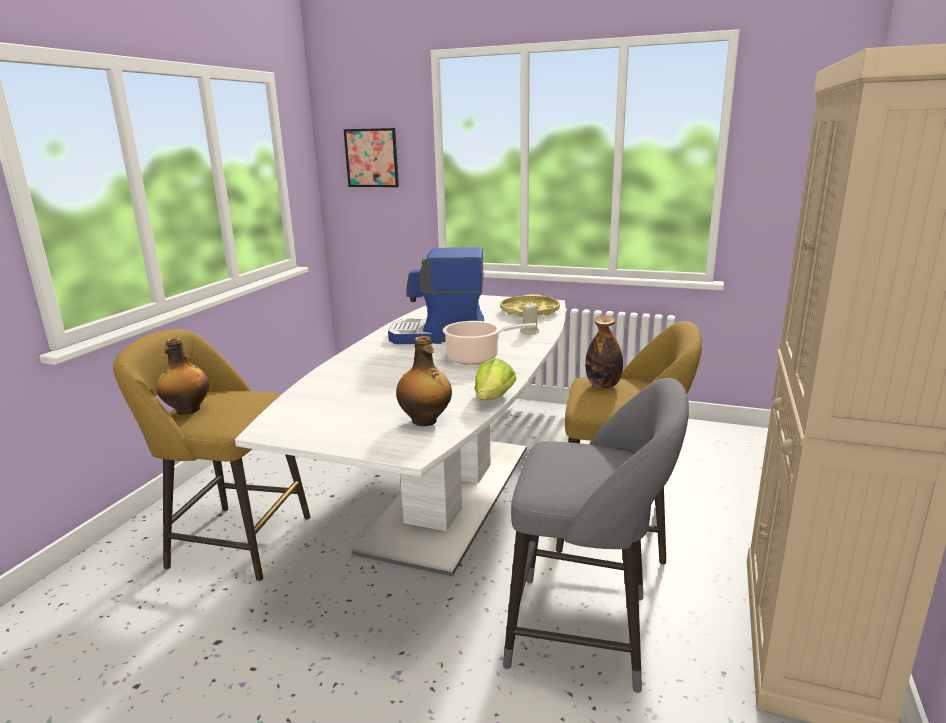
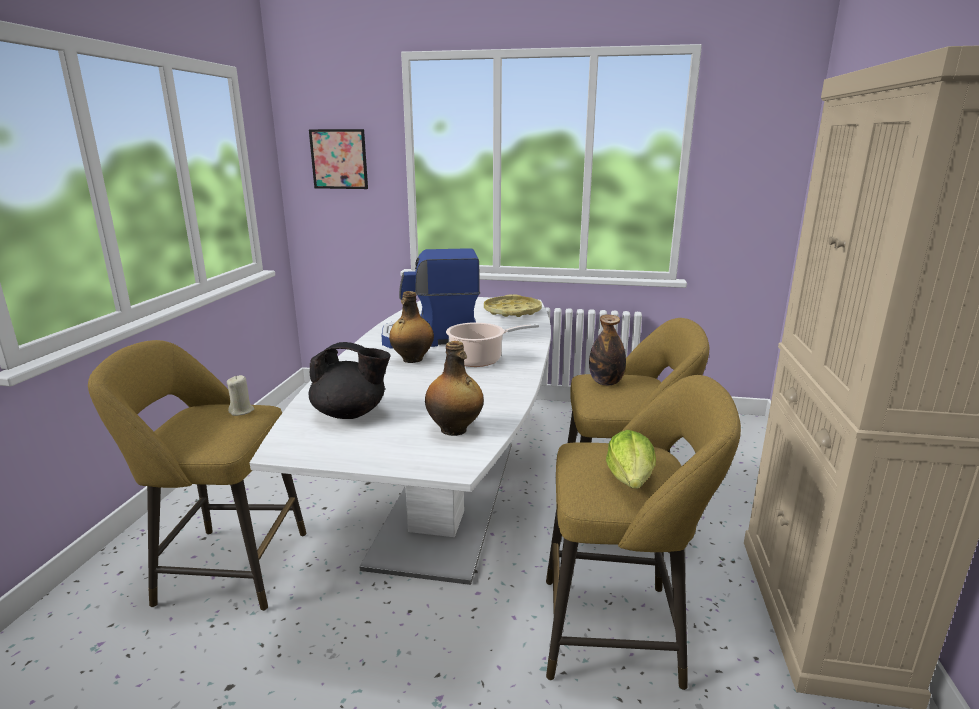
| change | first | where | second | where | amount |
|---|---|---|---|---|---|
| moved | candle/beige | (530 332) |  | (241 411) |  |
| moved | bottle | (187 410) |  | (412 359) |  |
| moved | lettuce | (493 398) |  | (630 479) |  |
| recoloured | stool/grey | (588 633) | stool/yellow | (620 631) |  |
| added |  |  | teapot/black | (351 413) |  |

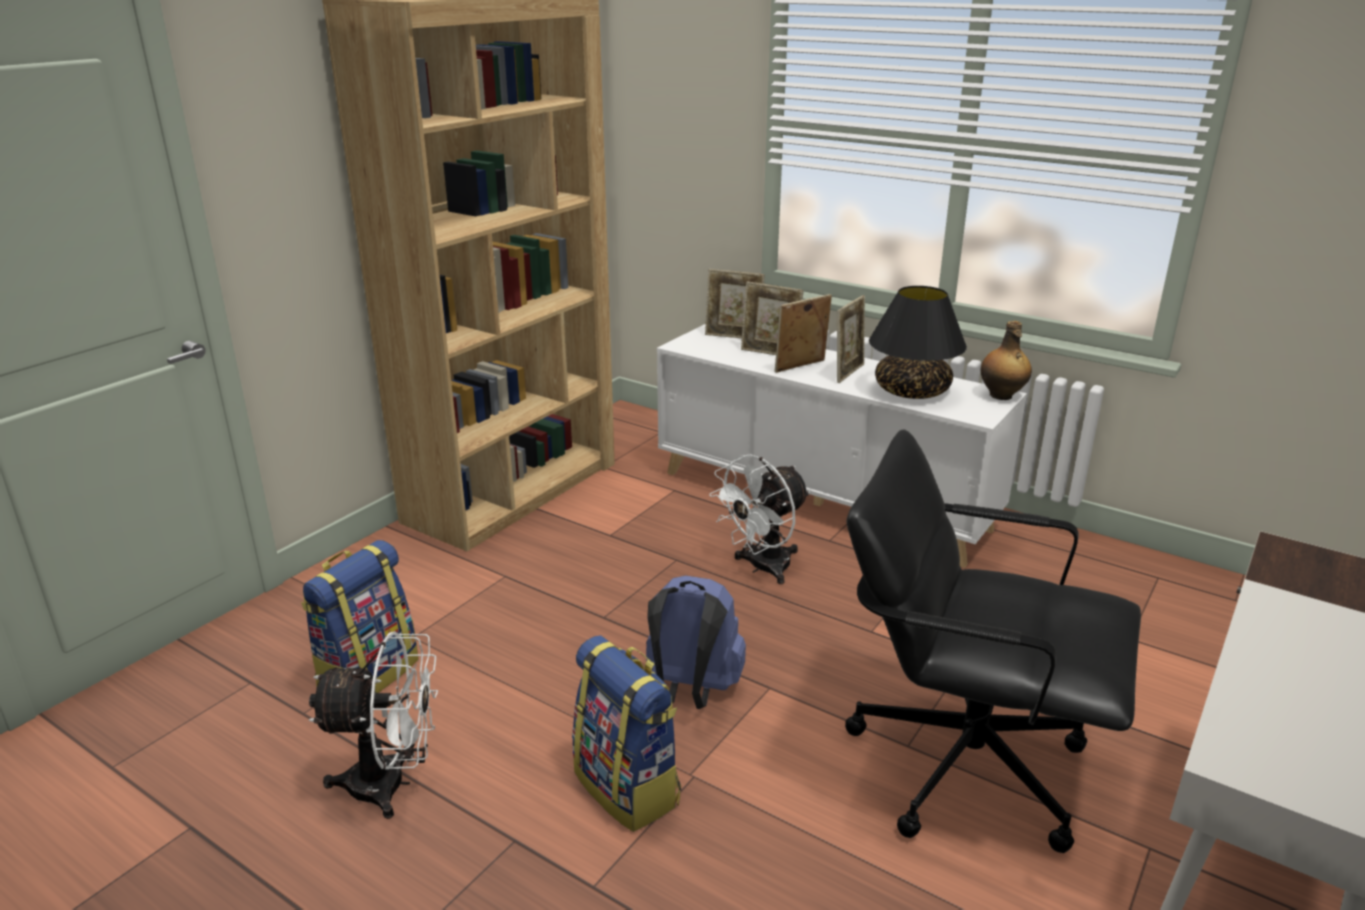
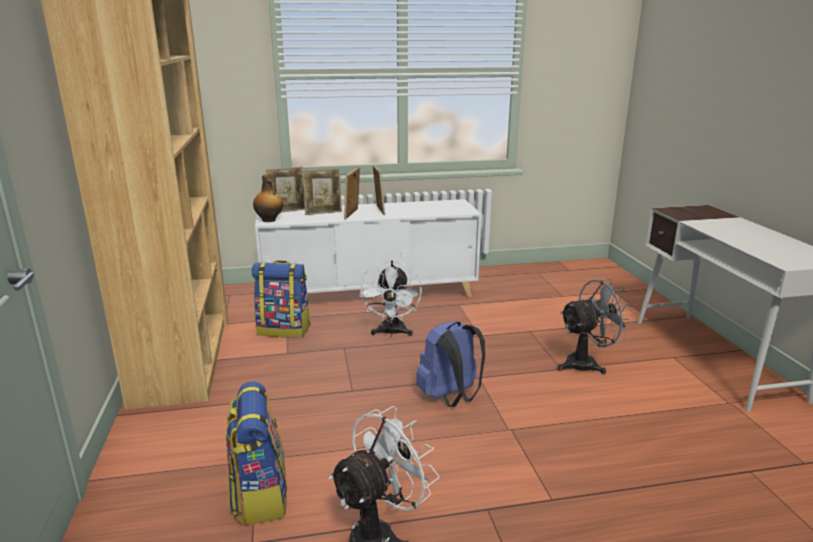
| change | first | where | second | where | amount |
|---|---|---|---|---|---|
| removed | table lamp/black | (911 391) |  |  |  |
| moved | bottle | (1001 396) |  | (269 220) |  |
| replaced | office chair/black | (964 763) | fan/grey | (587 363) |  |
| moved | backpack | (629 787) |  | (284 330) |  |

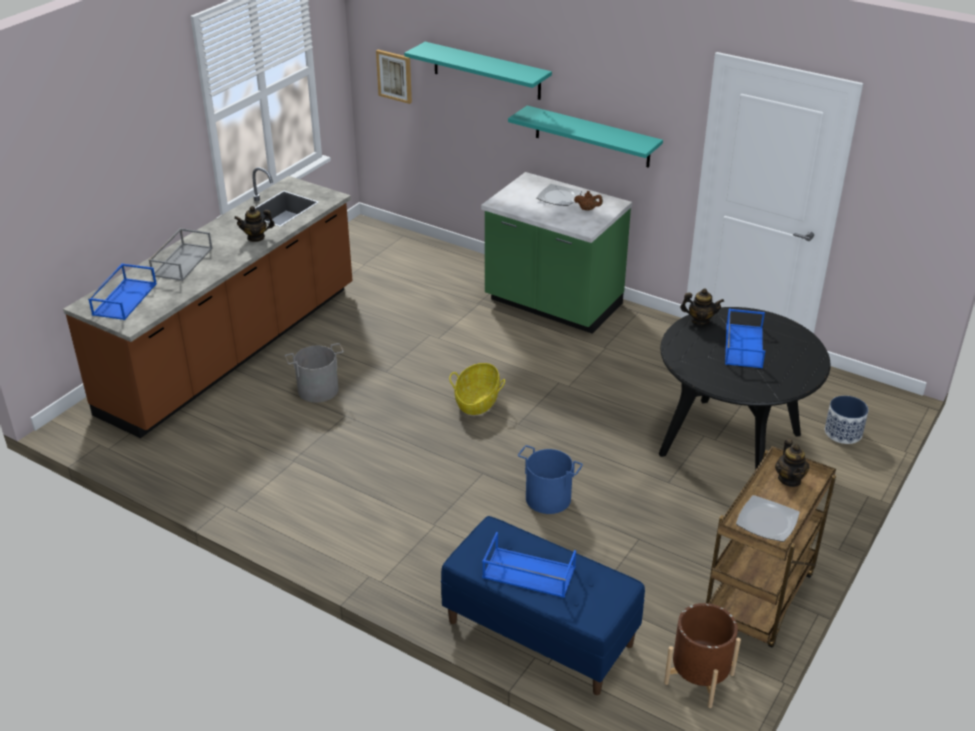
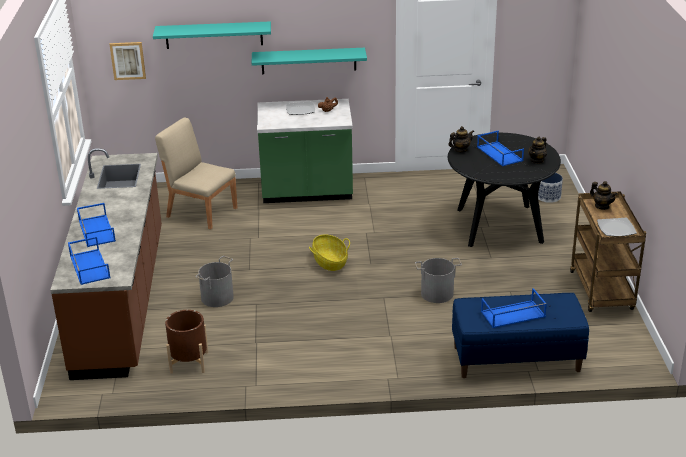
| change | first | where | second | where | amount |
|---|---|---|---|---|---|
| moved | teapot | (256 237) |  | (537 160) |  |
| recoloured | tray/grey | (182 261) | tray/blue | (96 230) |  |
| recoloured | bucket/blue | (548 498) | bucket/grey | (437 294) |  |
| moved | planter/brown | (699 678) |  | (189 362) |  |
| added |  |  | chair/beige | (201 212) |  |

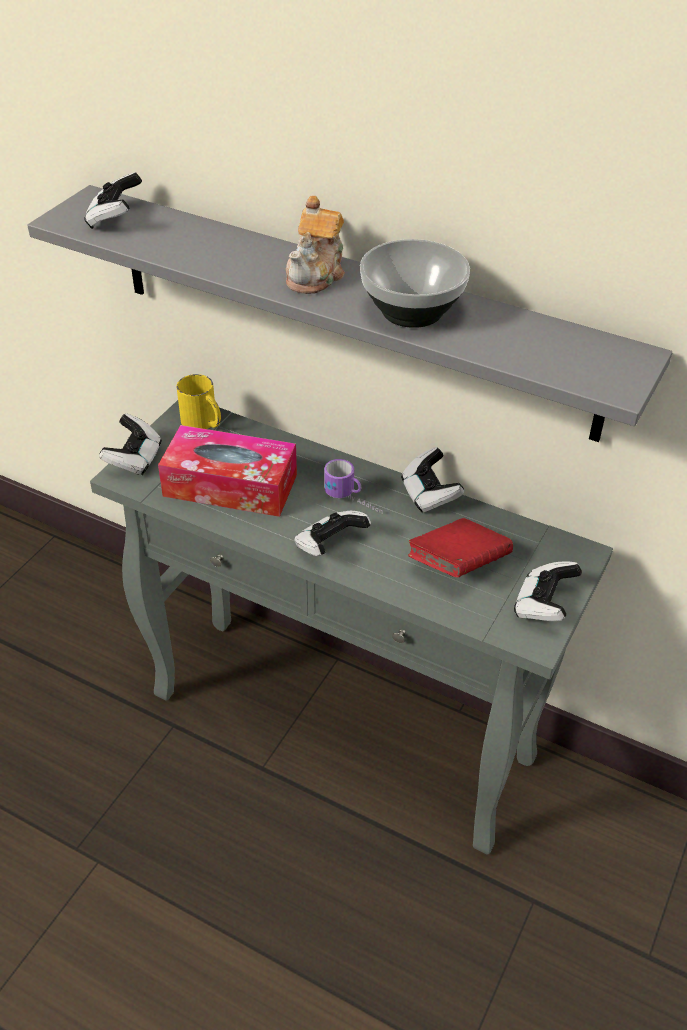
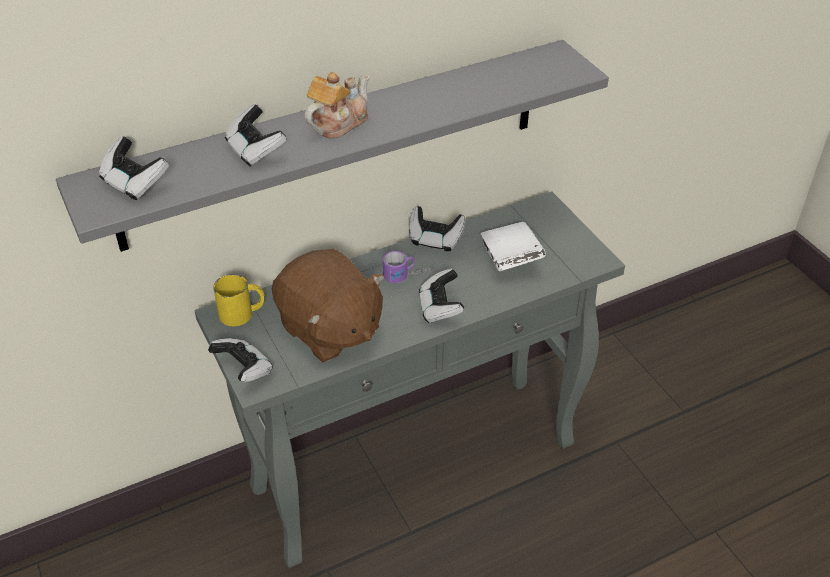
| change | first | where | second | where | amount |
|---|---|---|---|---|---|
| turned | teapot | (317 275) |  | (338 123) | 105 degrees counterclockwise |
| removed | bowl | (410 312) |  |  |  |
| replaced | tissue box | (230 485) | plush toy/brown | (329 330) |  |
| recoloured | book/red | (458 565) | book/white | (510 259) |  |
| moved | game controller | (544 605) |  | (255 150) |  |

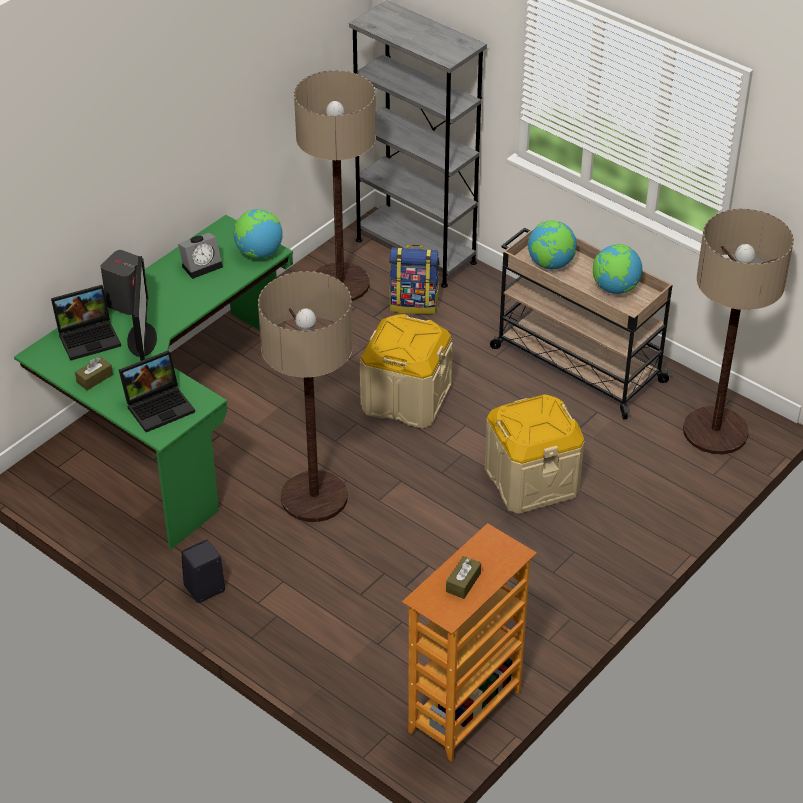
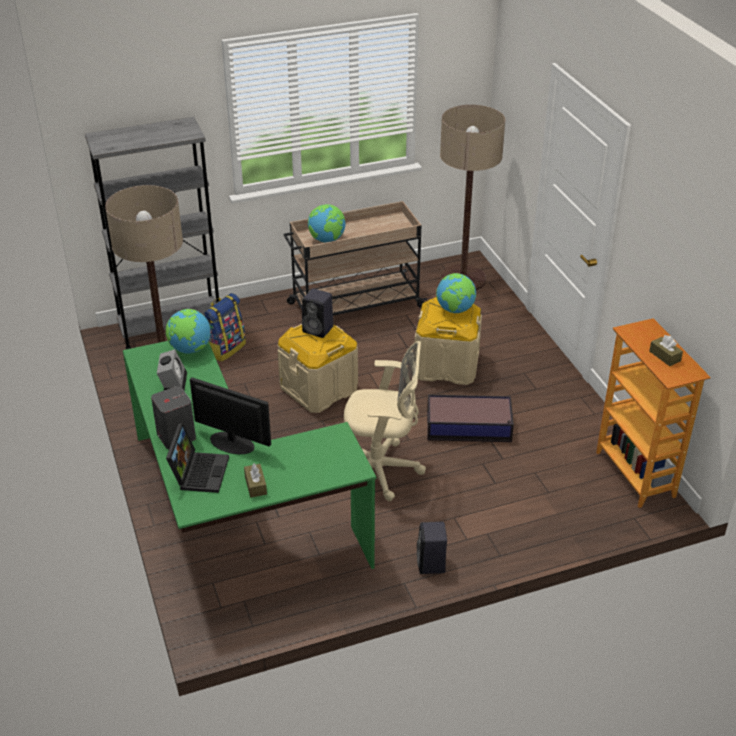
| change | first | where | second | where | amount |
|---|---|---|---|---|---|
| moved | globe | (615 288) |  | (455 310) |  |
| replaced | floor lamp | (314 497) | office chair/beige | (380 470) |  |
| removed | laptop | (160 405) |  |  |  |
| added |  |  | speaker/black | (319 329) |  |
| added |  |  | storage box | (470 427) |  |

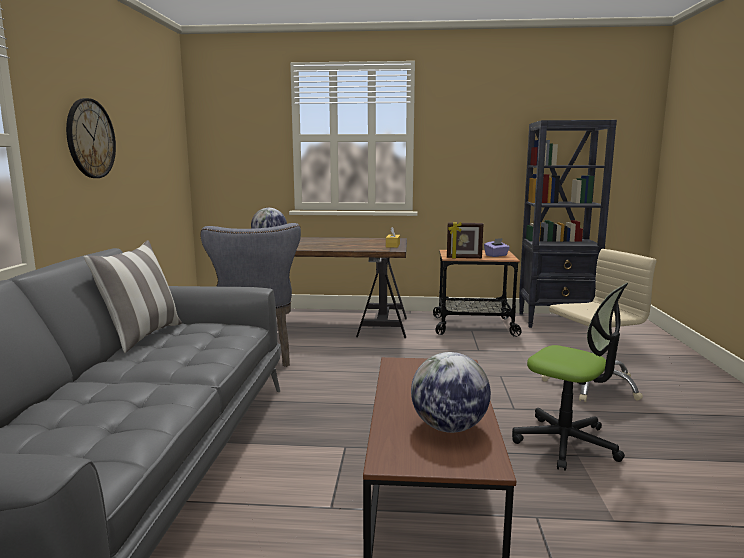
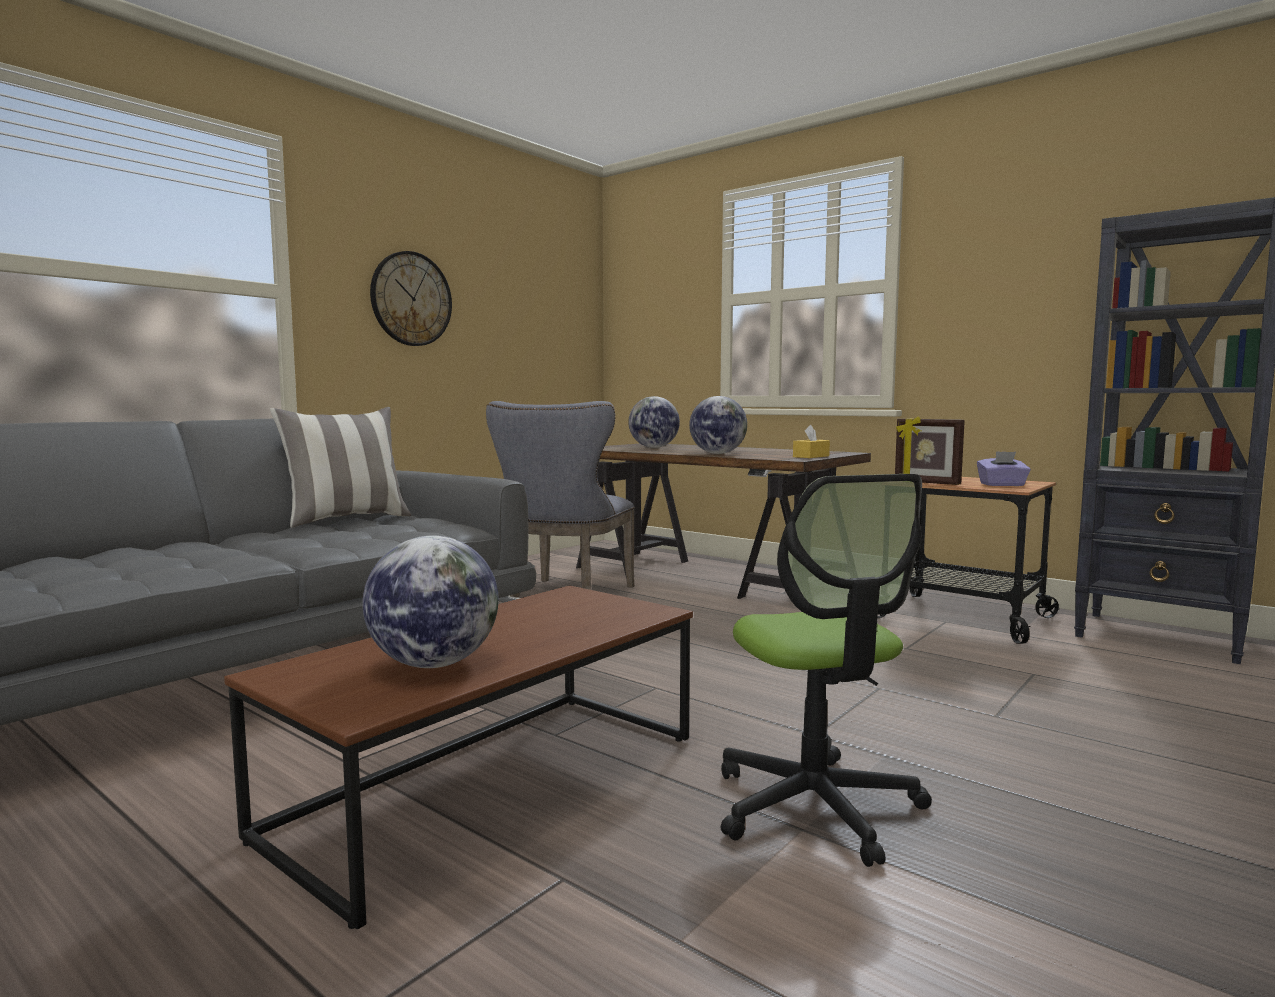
| change | first | where | second | where | amount |
|---|---|---|---|---|---|
| removed | office chair/beige | (592 384) |  |  |  |
| added |  |  | globe | (717 453) |  |

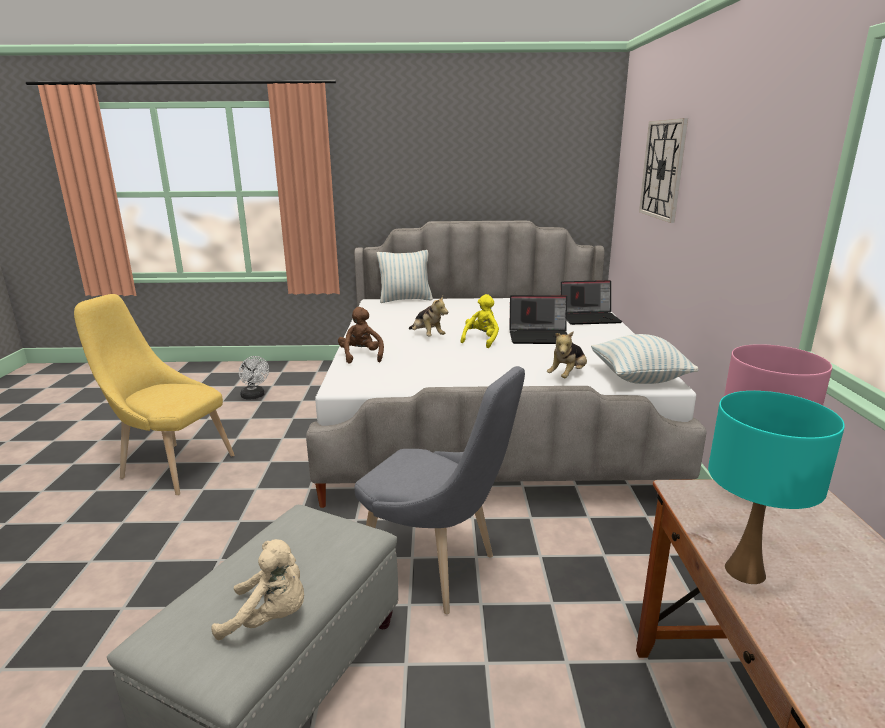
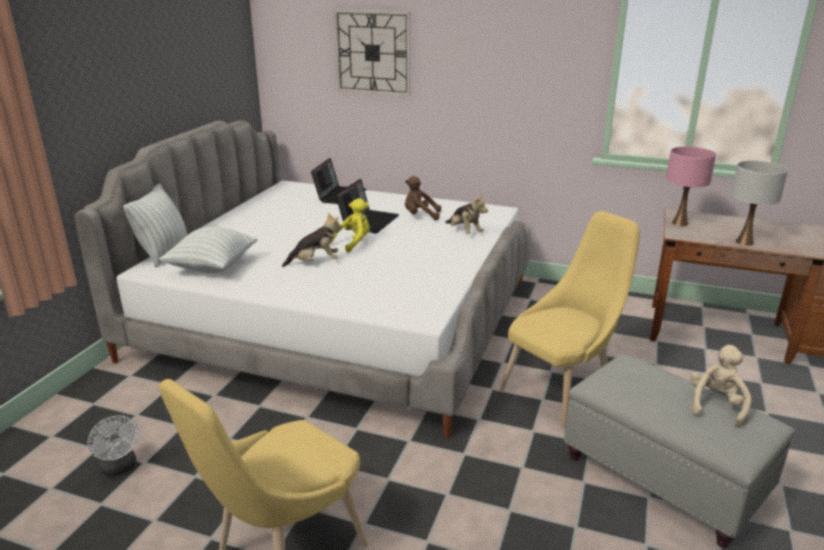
| change | first | where | second | where | amount |
|---|---|---|---|---|---|
| turned | plush toy/yellow | (481 340) |  | (353 243) | 90 degrees clockwise |
| moved | plush toy/brown | (361 356) |  | (420 216) |  |
| moved | pillow | (639 378) |  | (212 267) |  |
| turned | fan/white | (254 396) |  | (120 468) | 75 degrees clockwise |
| recoloured | chair/grey | (436 570) | chair/yellow | (561 391) |  |
| recoloured | table lamp/turquoise | (745 571) | table lamp/white | (745 242) |  |

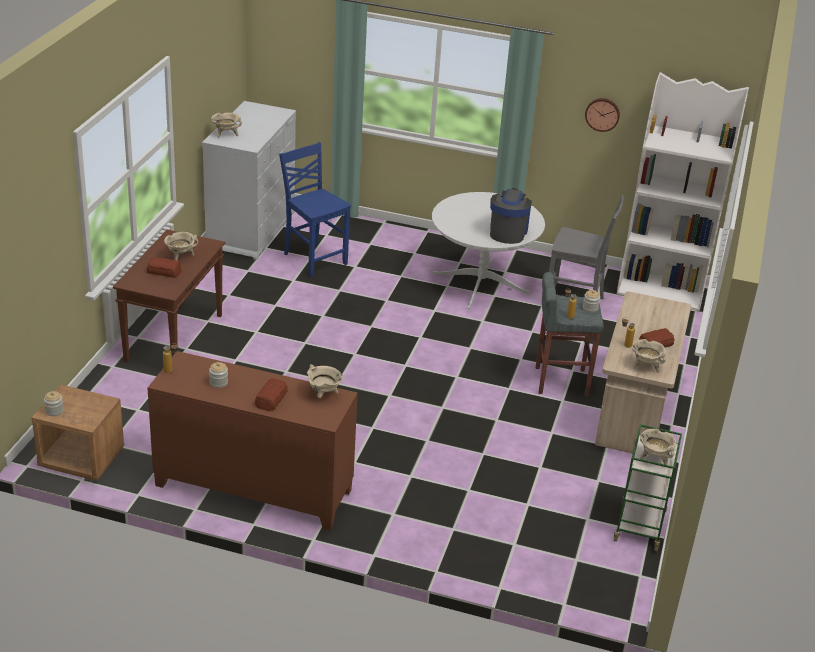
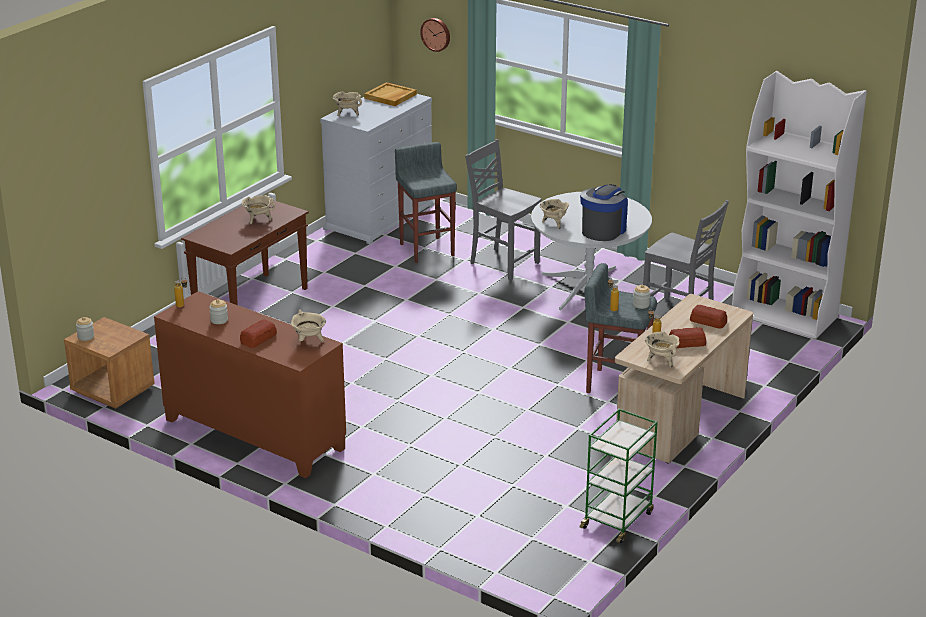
| change | first | where | second | where | amount |
|---|---|---|---|---|---|
| moved | wall clock | (602 114) |  | (436 34) |  |
| replaced | chair/blue | (314 259) | stool/grey | (427 249) |  |
| moved | bread | (164 272) |  | (708 321) |  |
| moved | cooking pot/beige | (654 458) |  | (554 223) |  |
| added |  |  | tray/beige | (390 96) |  |
| added |  |  | chair/grey | (503 263) |  |

